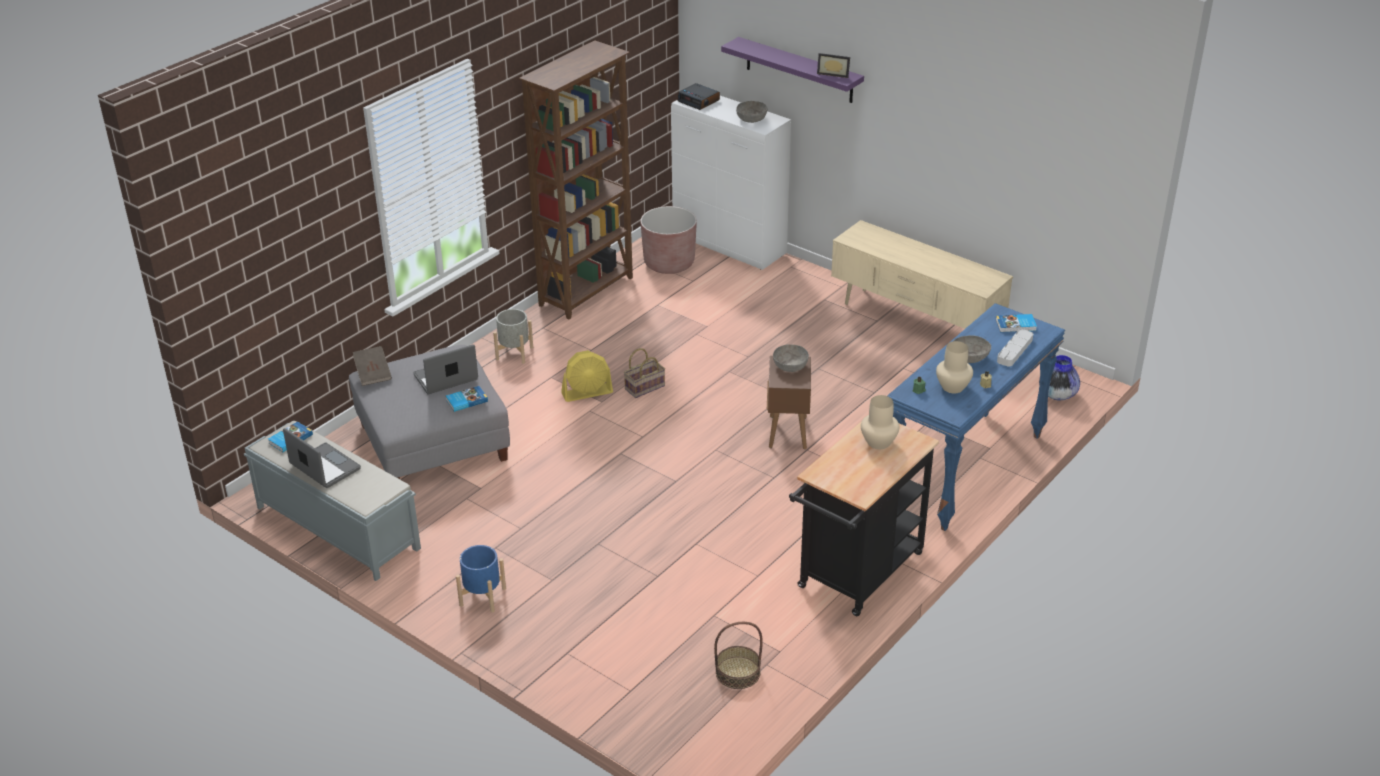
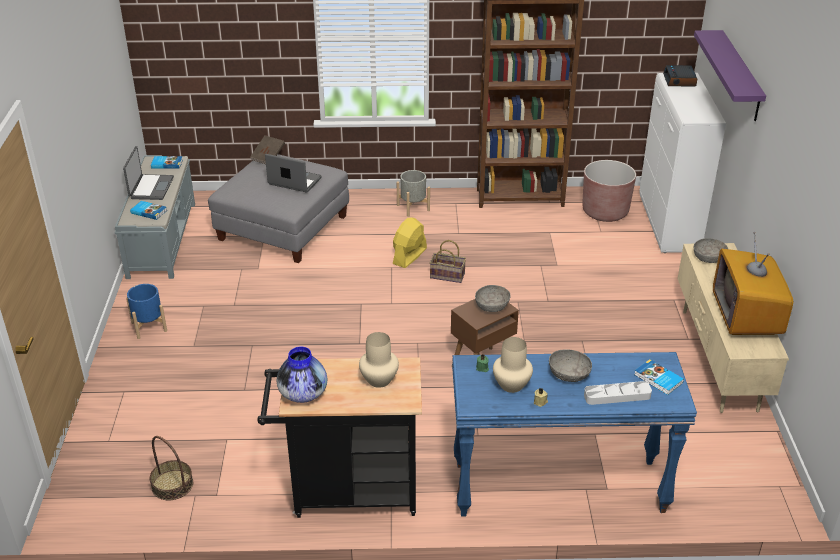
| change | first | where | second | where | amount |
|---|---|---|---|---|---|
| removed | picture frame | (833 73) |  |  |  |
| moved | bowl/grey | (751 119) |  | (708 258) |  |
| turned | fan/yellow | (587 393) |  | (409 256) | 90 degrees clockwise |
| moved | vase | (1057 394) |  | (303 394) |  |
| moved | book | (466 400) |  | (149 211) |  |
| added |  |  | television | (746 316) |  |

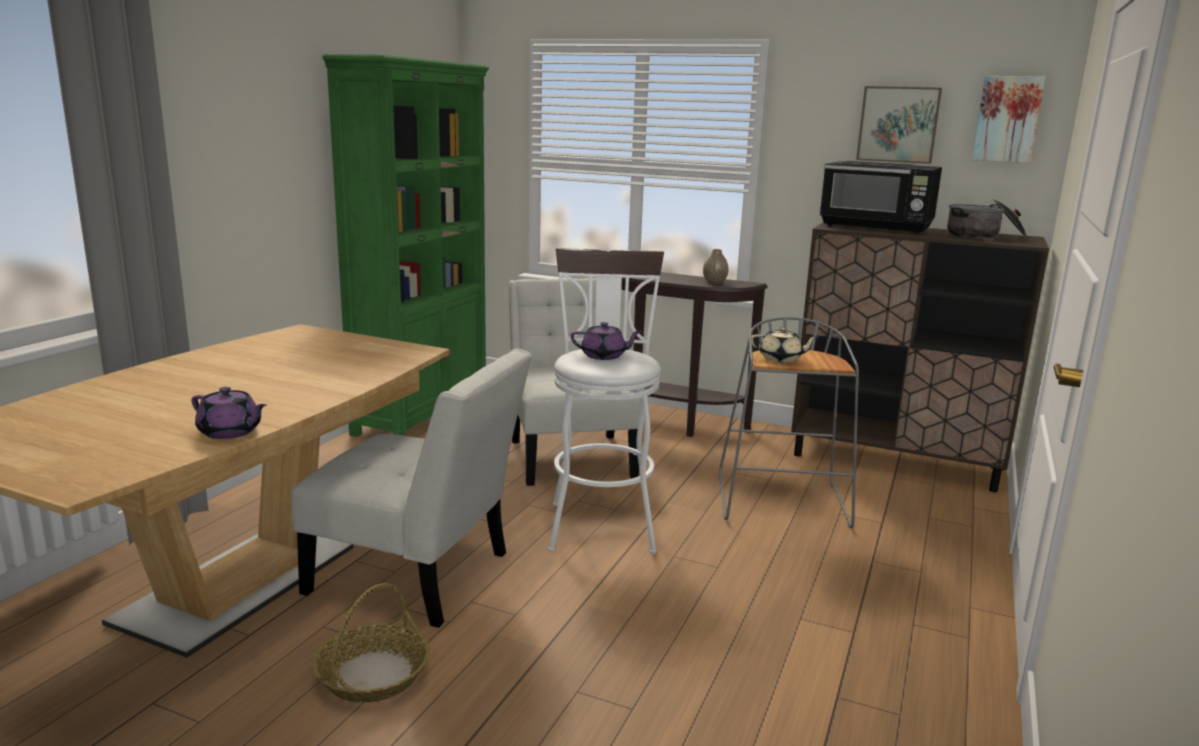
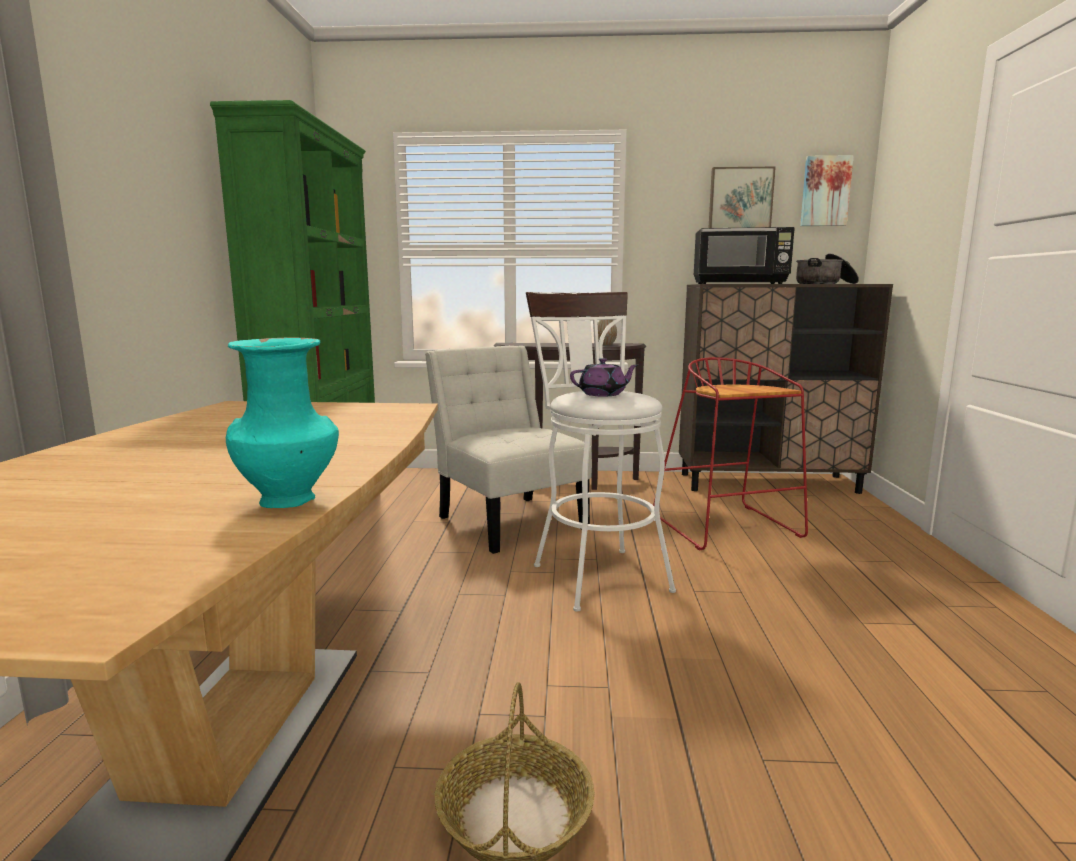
| change | first | where | second | where | amount |
|---|---|---|---|---|---|
| recoloured | stool/grey | (783 503) | stool/red | (728 528) |  |
| removed | teapot/beige | (781 359) |  |  |  |
| removed | chair/white | (418 577) |  |  |  |
| replaced | teapot/purple | (230 432) | vase/turquoise | (290 500) |  |

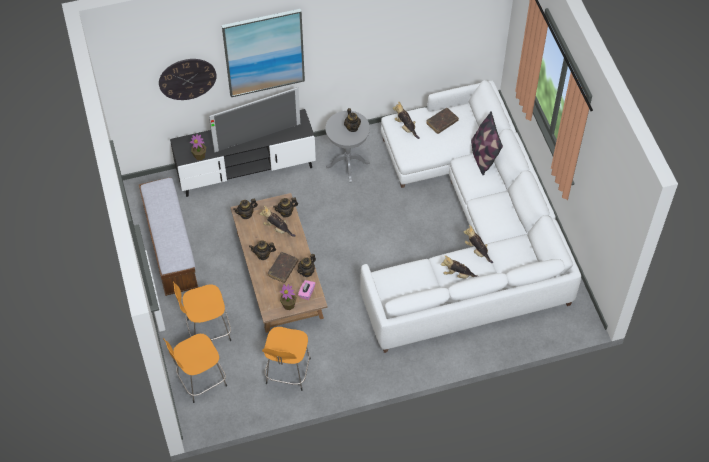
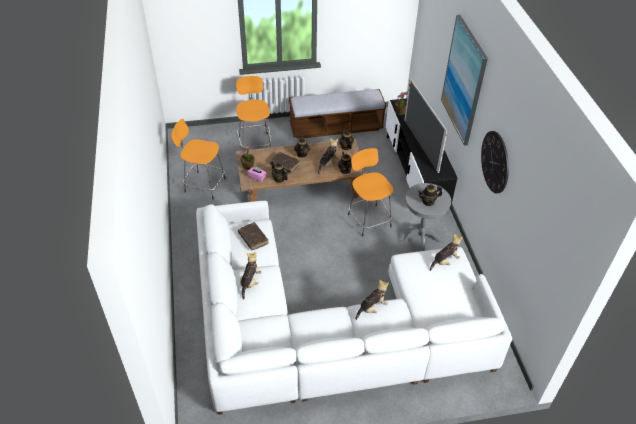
| change | first | where | second | where | amount |
|---|---|---|---|---|---|
| moved | wall clock | (187 79) |  | (495 162) |  |
| moved | book/brown | (442 123) |  | (253 238) |  |
| removed | pillow | (483 156) |  |  |  |
| moved | plush toy | (477 251) |  | (372 308) |  |
| moved | stool/orange | (200 381) |  | (368 219) |  |

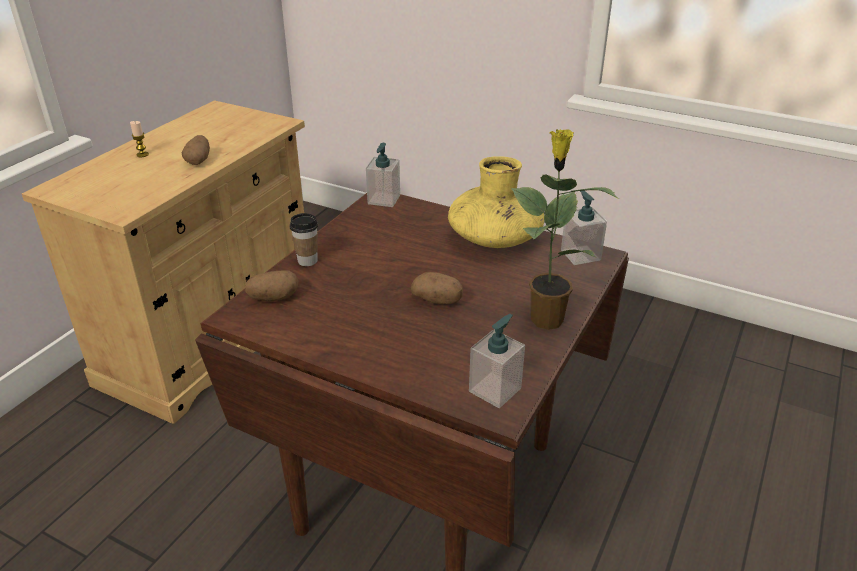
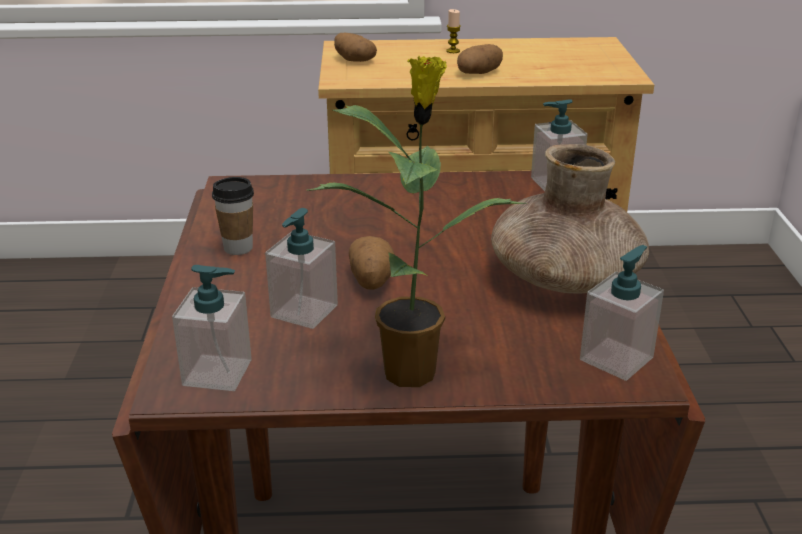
| change | first | where | second | where | amount |
|---|---|---|---|---|---|
| recoloured | vase/yellow | (494 239) | vase/brown | (565 278) |  |
| moved | cup | (307 261) |  | (238 248) |  |
| moved | potato | (274 298) |  | (353 60) |  |
| added |  |  | soap dispenser | (304 311) |  |

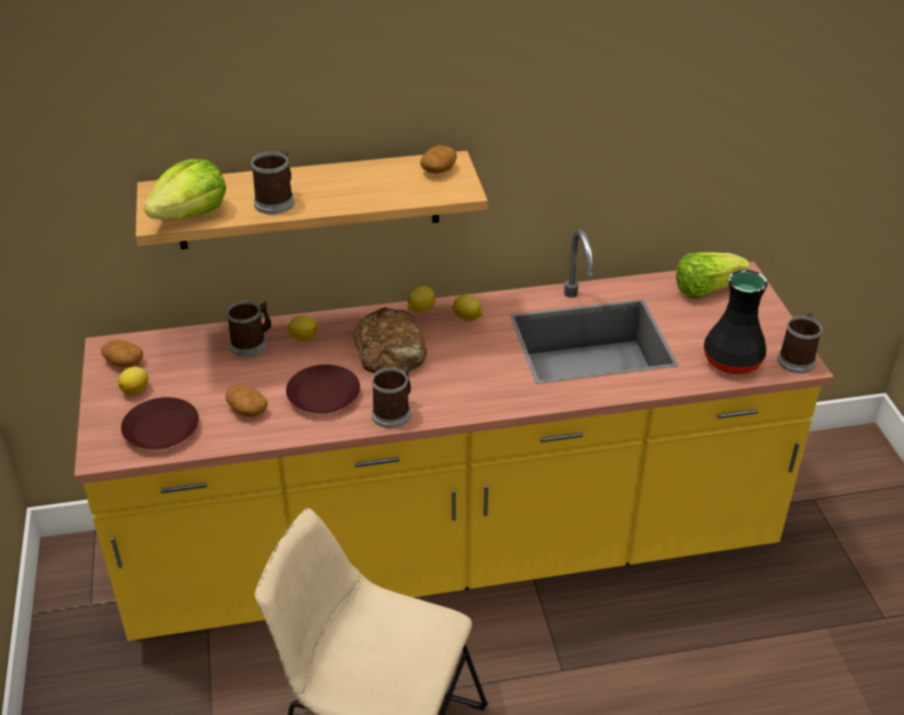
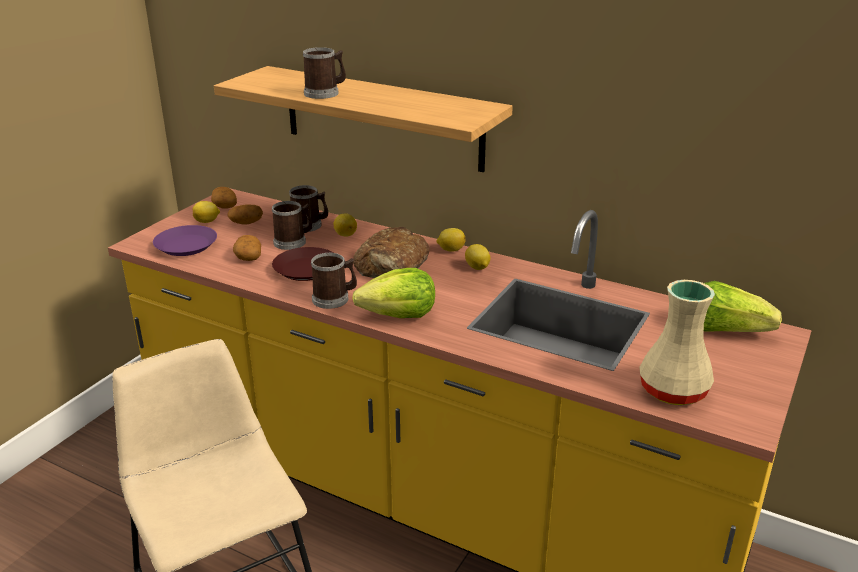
| change | first | where | second | where | amount |
|---|---|---|---|---|---|
| moved | potato | (438 170) |  | (246 223) |  |
| moved | lettuce | (191 214) |  | (399 315) |  |
| recoloured | vase/black | (731 362) | vase/beige | (671 391) |  |
| moved | mug | (797 359) |  | (293 241) |  |
| recoloured | plate/brown | (161 430) | plate/purple | (186 246) |  |

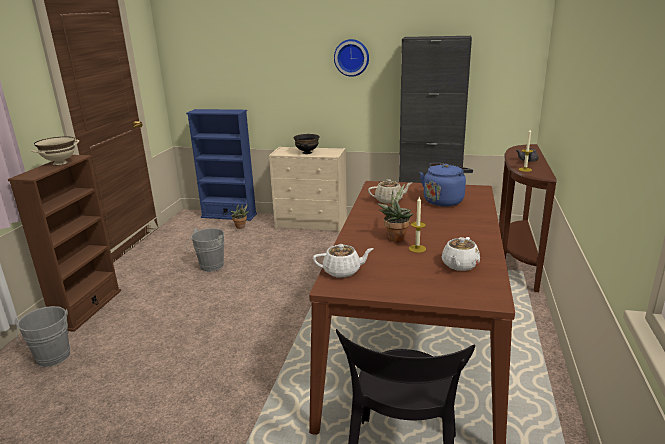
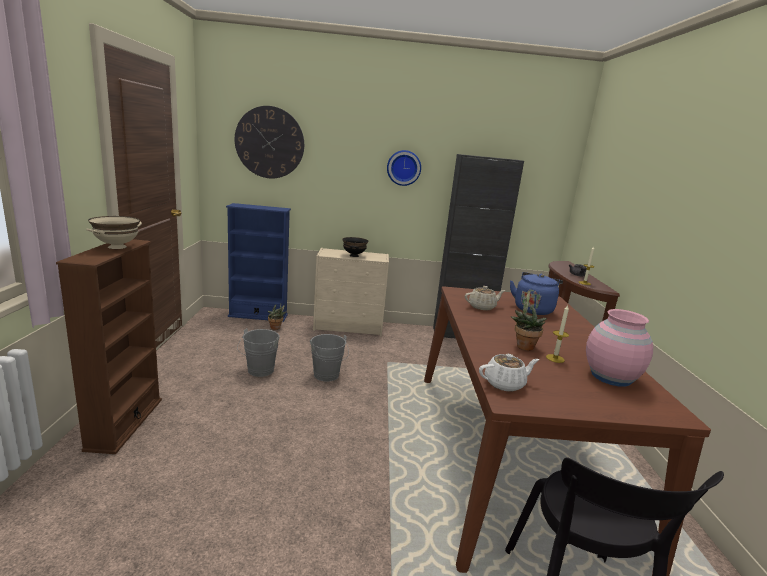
| change | first | where | second | where | amount |
|---|---|---|---|---|---|
| replaced | teapot/white | (459 265) | vase/pink | (611 377) |  |
| moved | bucket/grey | (52 359) |  | (327 376) |  |
| added |  |  | wall clock | (269 142) |  |

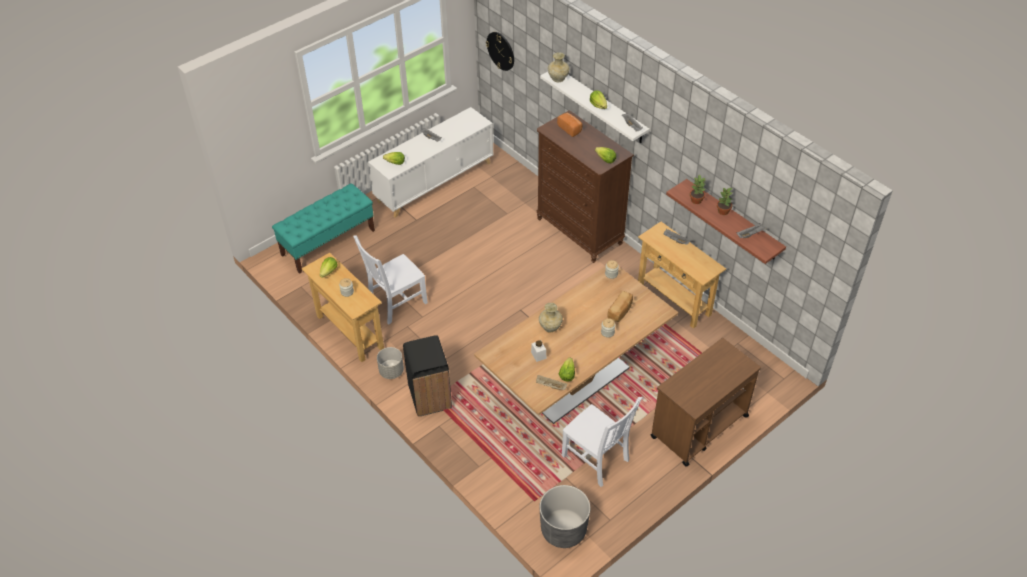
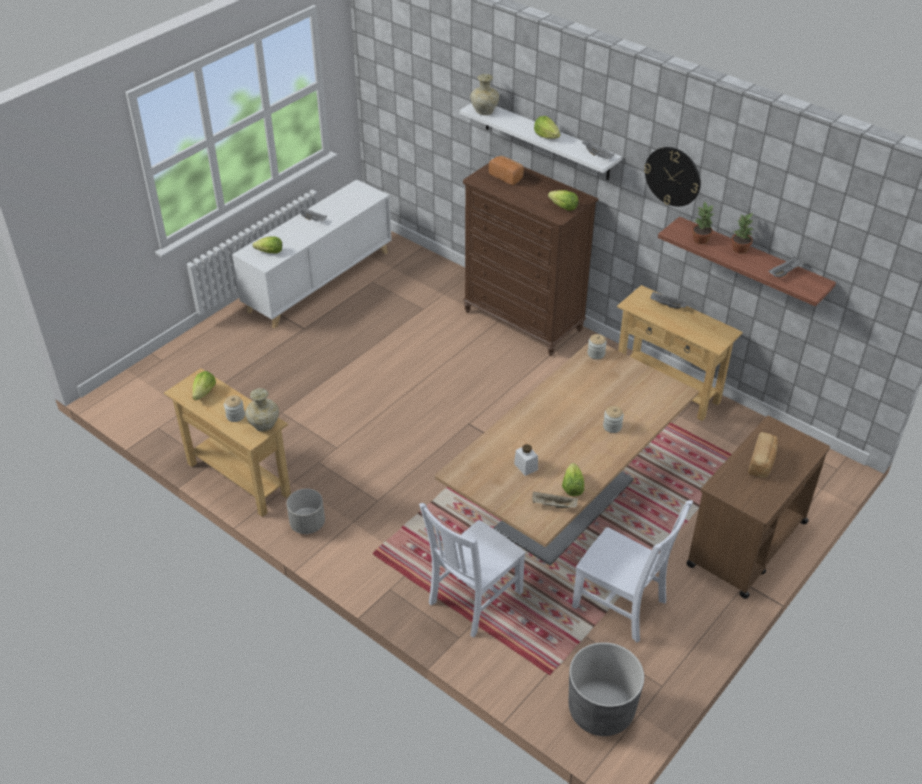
| change | first | where | second | where | amount |
|---|---|---|---|---|---|
| moved | wall clock | (501 51) |  | (673 176) |  |
| removed | bench/turquoise | (328 242) |  |  |  |
| moved | chair/white | (395 303) |  | (473 599) |  |
| moved | bread | (620 311) |  | (762 462) |  |
| moved | vase/beige | (550 327) |  | (263 425) |  |
| removed | trash can/black | (430 397) |  |  |  |

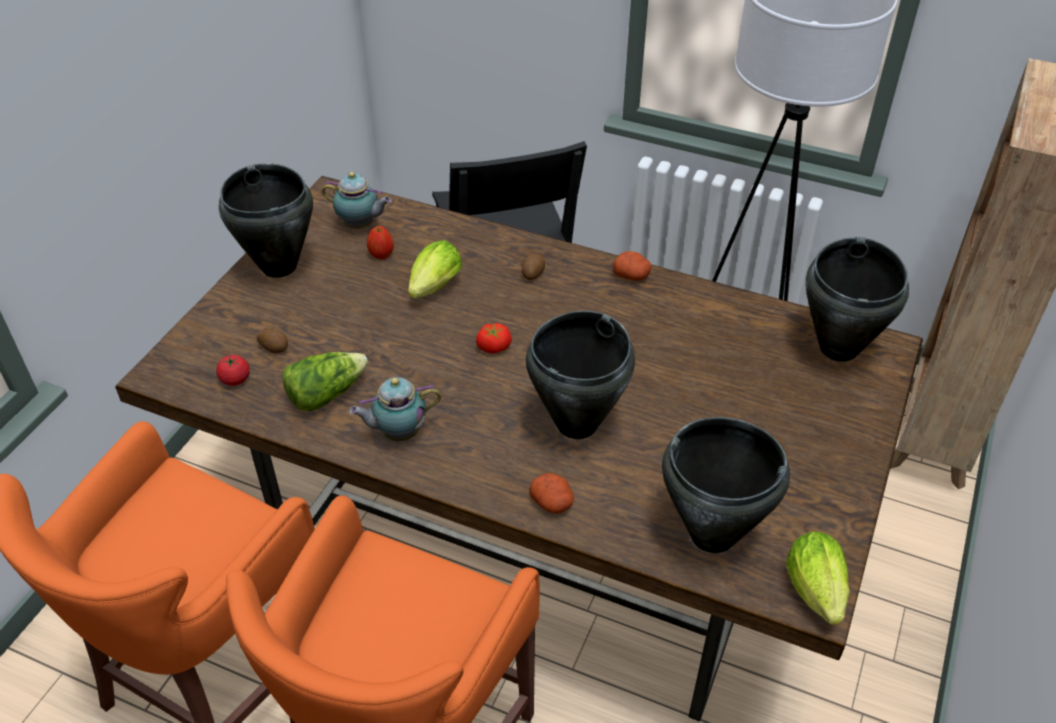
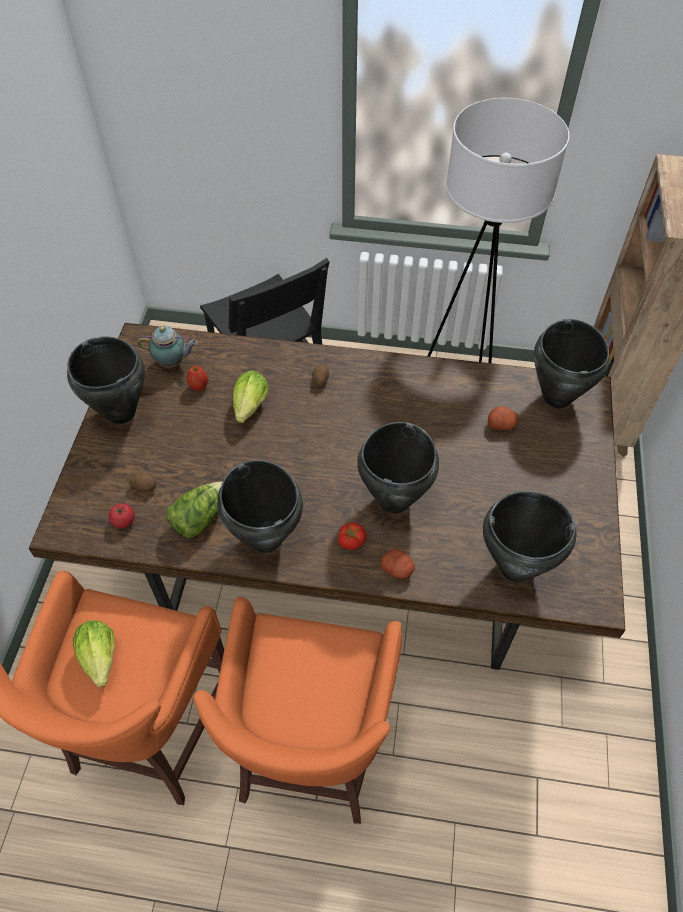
| change | first | where | second | where | amount |
|---|---|---|---|---|---|
| moved | potato | (632 275) |  | (501 424) |  |
| moved | tomato | (493 346) |  | (351 540) |  |
| replaced | teapot | (398 433) | cooking pot/black | (266 538) |  |
| moved | lettuce | (817 595) |  | (101 661) |  |

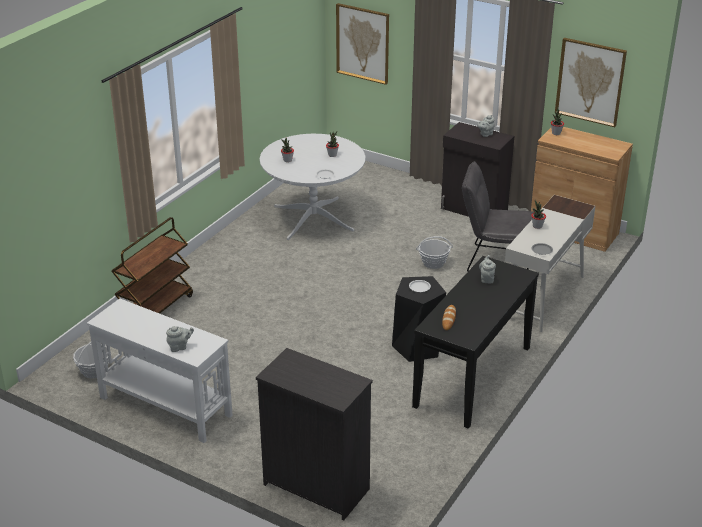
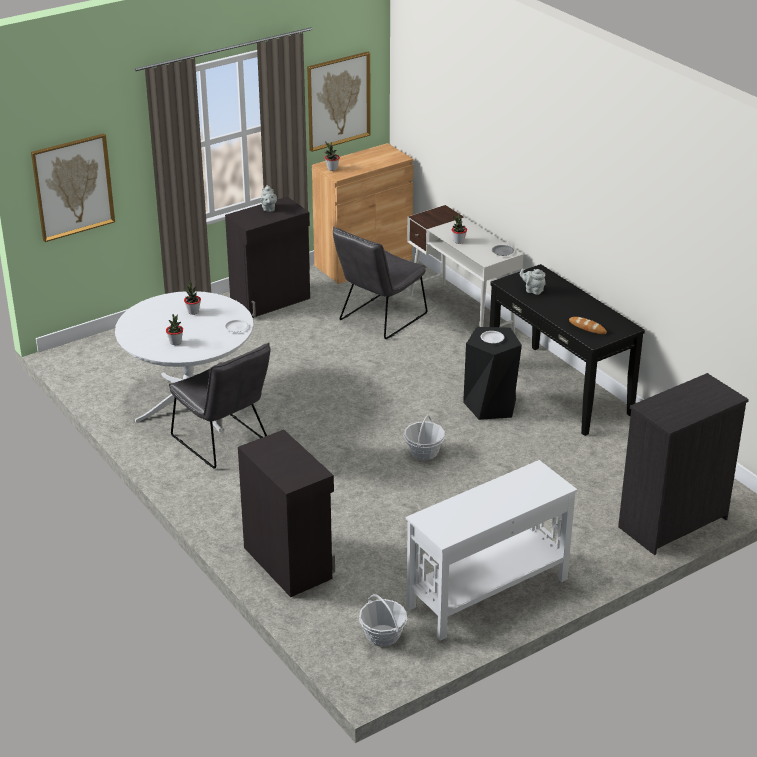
| change | first | where | second | where | amount |
|---|---|---|---|---|---|
| replaced | cart/brown | (155 309) | cabinet/black | (288 562) |  |
| moved | basket | (433 263) |  | (424 452) |  |
| removed | teapot/grey | (180 347) |  |  |  |
| added |  |  | chair/grey | (224 443) |  |

